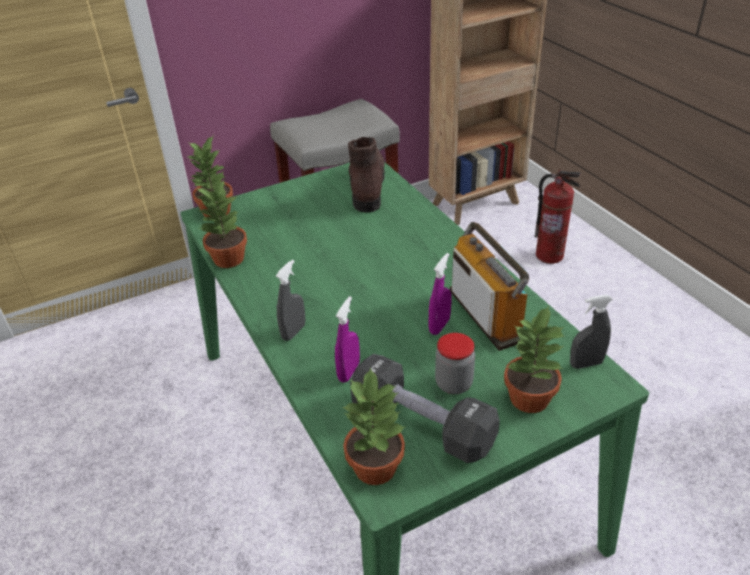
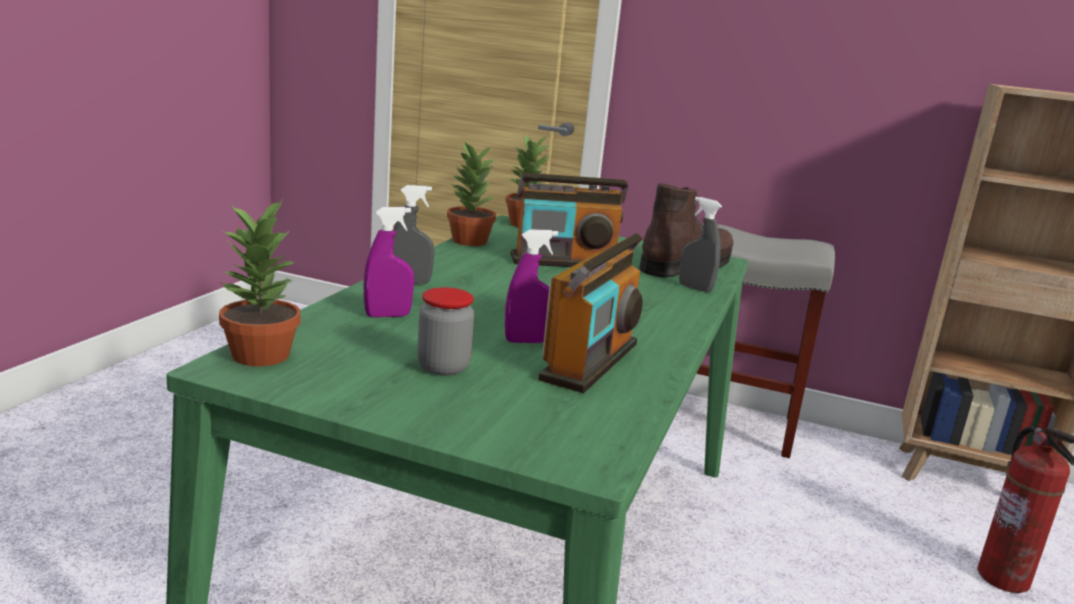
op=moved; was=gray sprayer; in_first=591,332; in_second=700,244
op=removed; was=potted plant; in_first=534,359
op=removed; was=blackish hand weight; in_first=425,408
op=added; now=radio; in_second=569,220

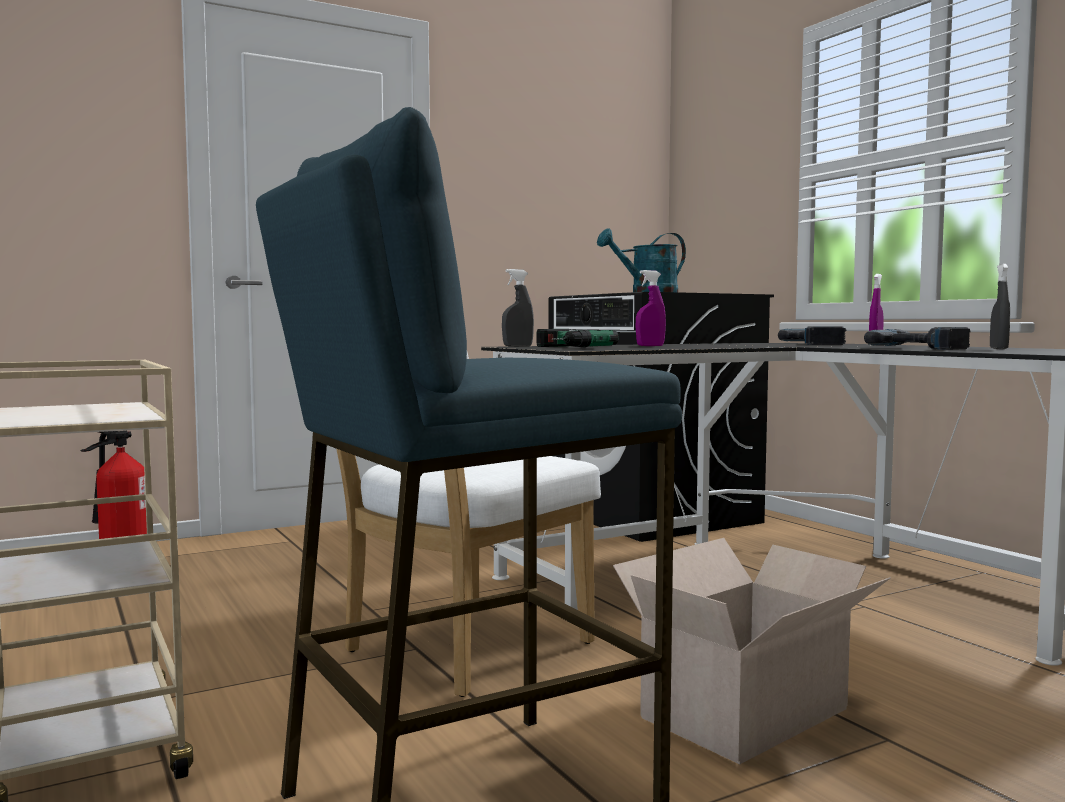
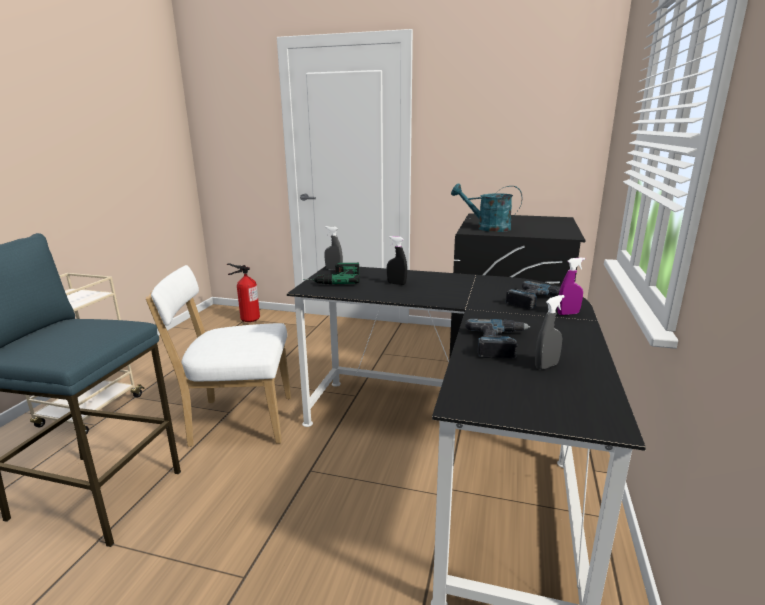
op=recoloured; was=purplish sprayer; now=blackish sprayer; in_first=651,308; in_second=397,260
op=removed; was=packing box; in_first=752,651

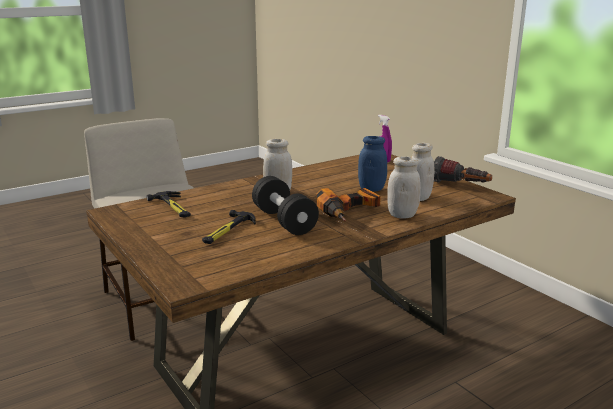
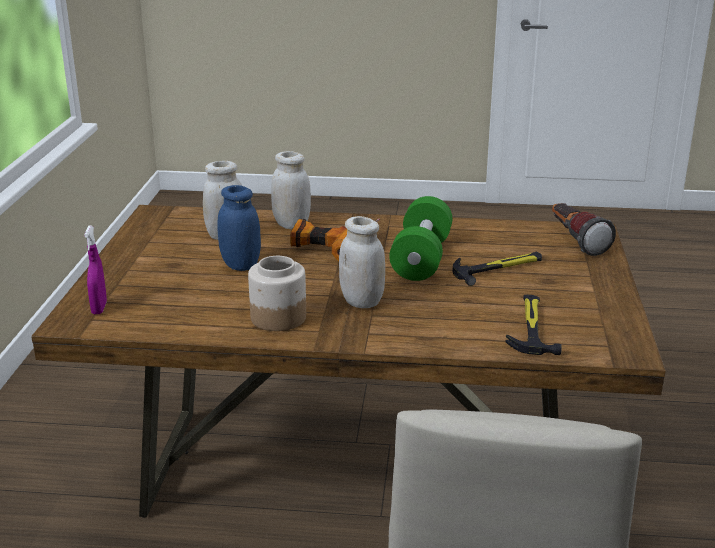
op=moved; was=torch; in_first=463,169; in_second=584,229
op=recoloured; was=blackish hand weight; now=green-coloured hand weight; in_first=285,205; in_second=420,238
op=added; now=jar; in_second=277,293

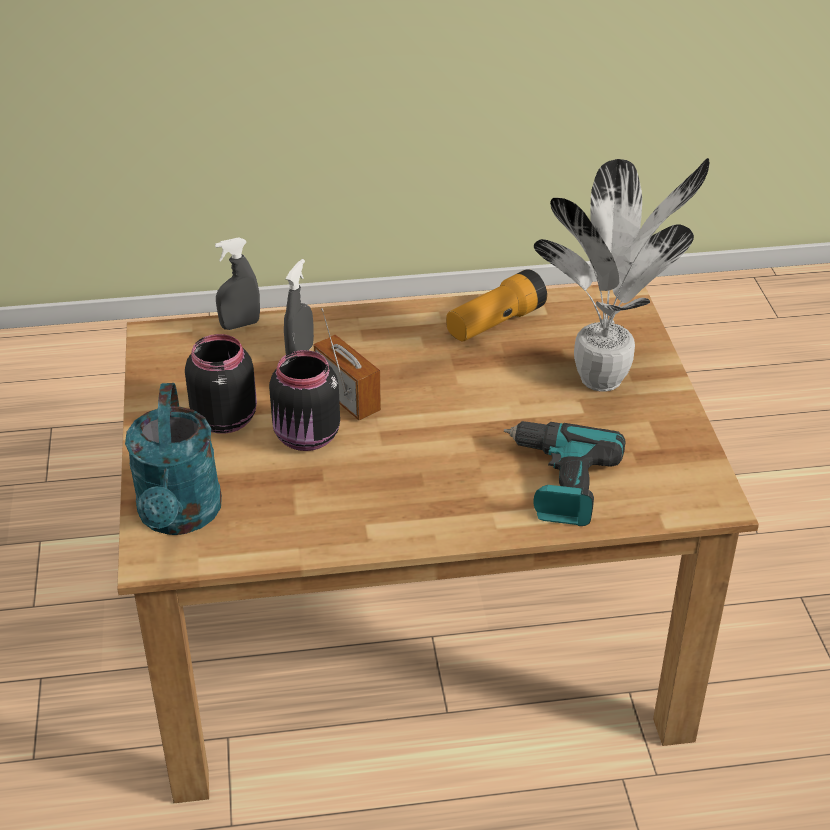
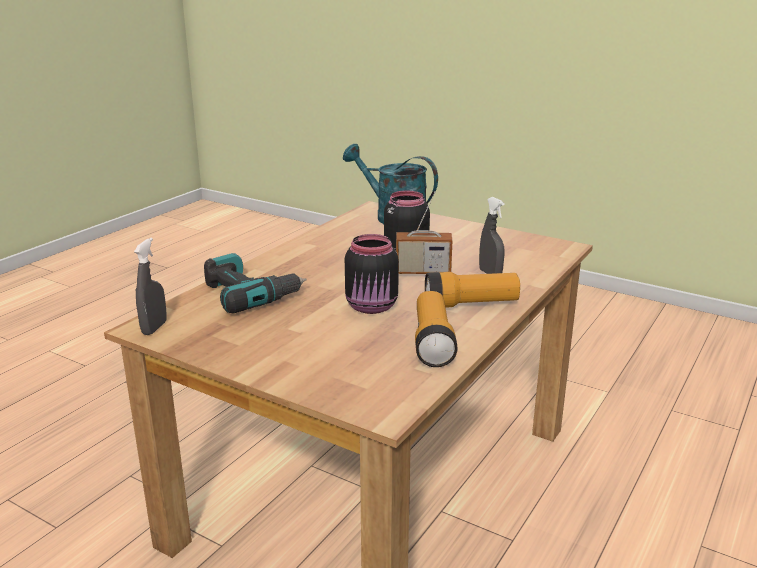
op=removed; was=potted plant; in_first=622,275
op=moved; was=gray sprayer; in_first=237,283; in_second=150,286
op=moved; was=blackish jar; in_first=221,384; in_second=372,274
op=added; now=torch; in_second=472,290

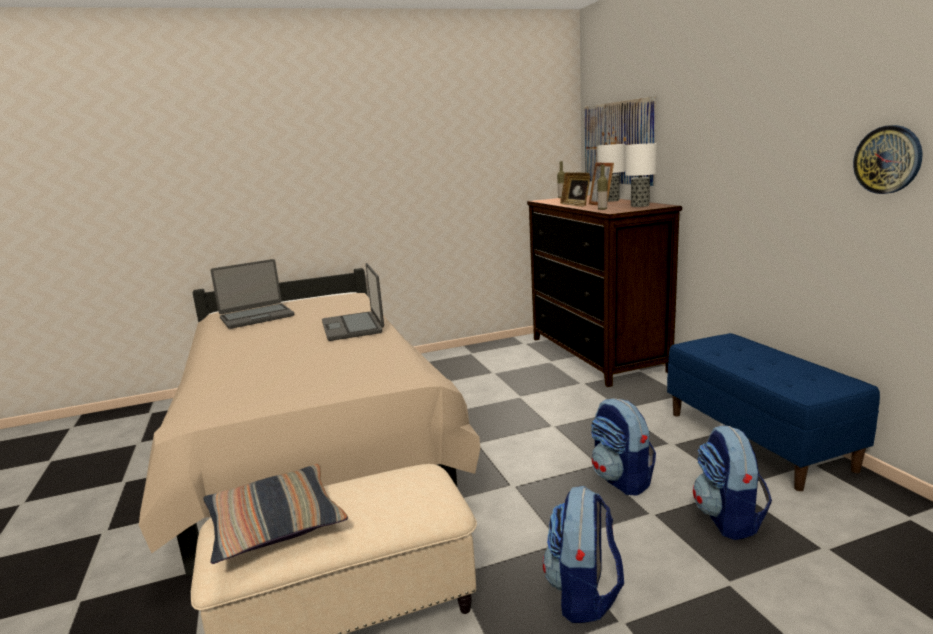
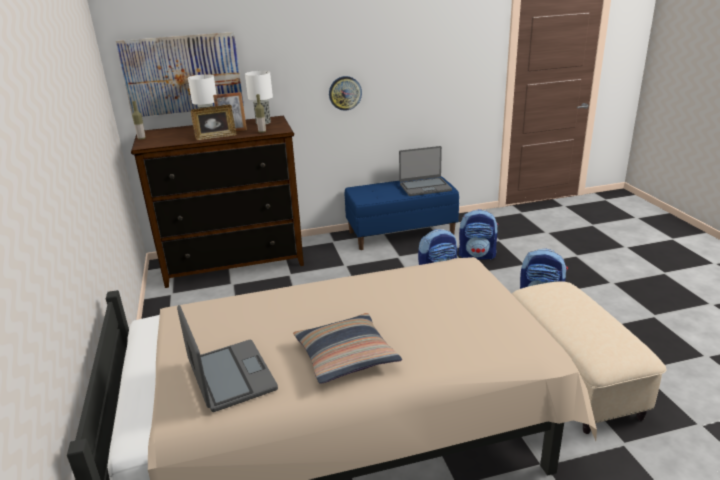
op=moved; was=hanging clock; in_first=888,159; in_second=345,93
op=moved; was=portable computer; in_first=353,302; in_second=425,171
op=moved; was=cushion; in_first=275,514; in_second=347,348

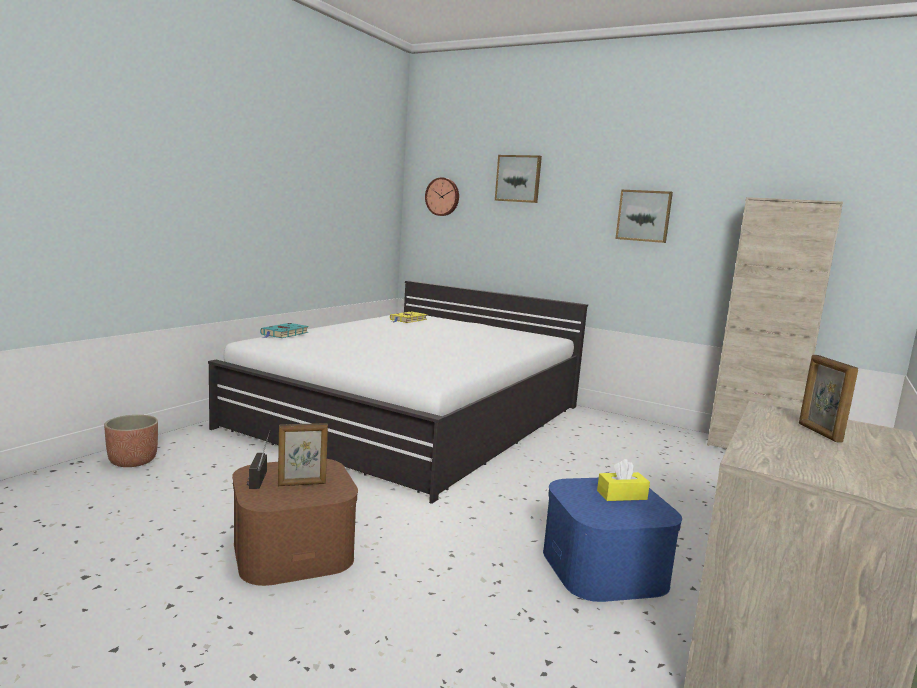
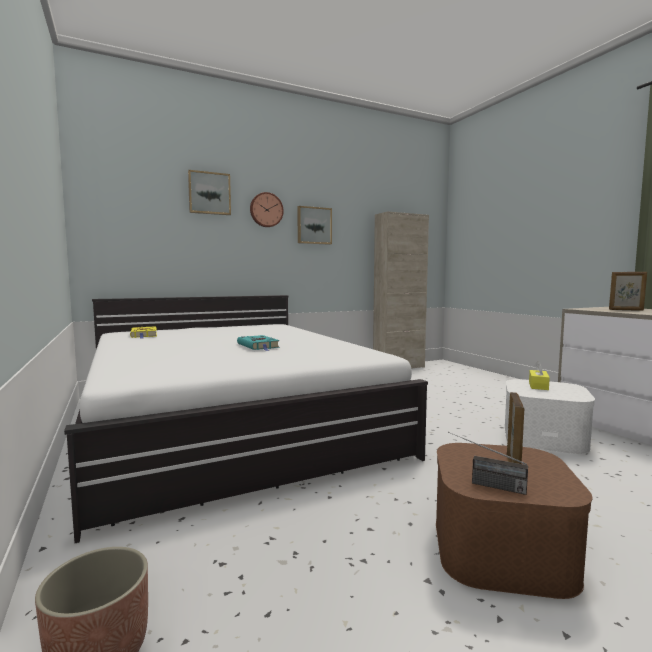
op=moved; was=hanging clock; in_first=442,196; in_second=267,209
op=moved; was=turquoise-coloured book; in_first=284,330; in_second=258,343
op=recoloured; was=bluish storage bin; now=whitish storage bin; in_first=612,540; in_second=550,416

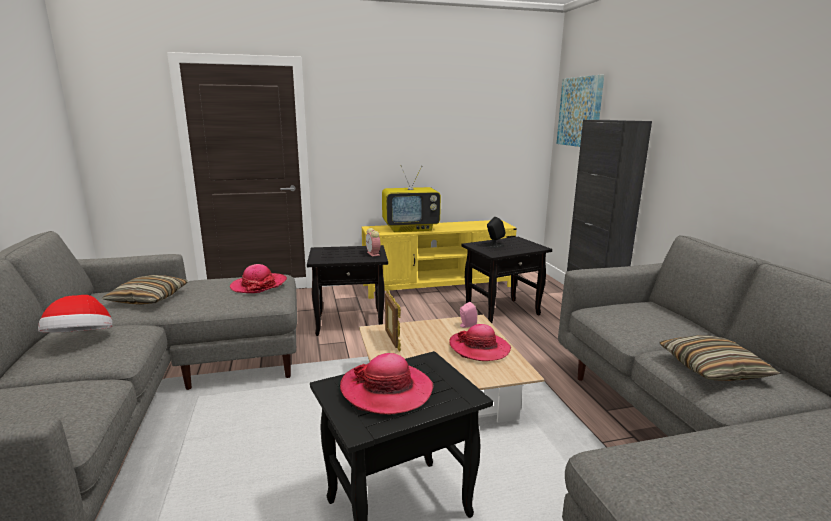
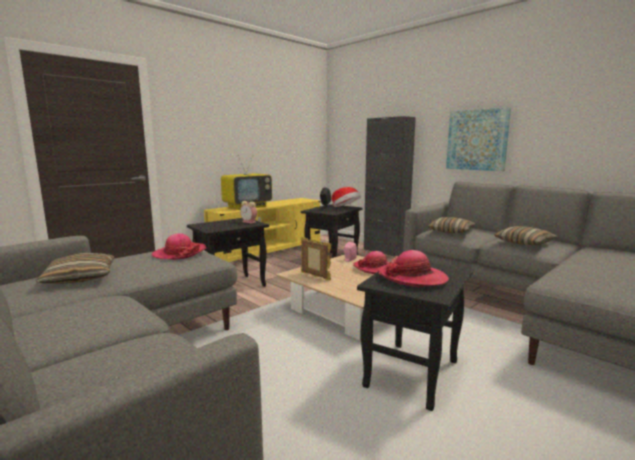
op=moved; was=wall art; in_first=580,111; in_second=478,139
op=moved; was=hat; in_first=75,314; in_second=346,197
op=added; now=cushion; in_second=451,225

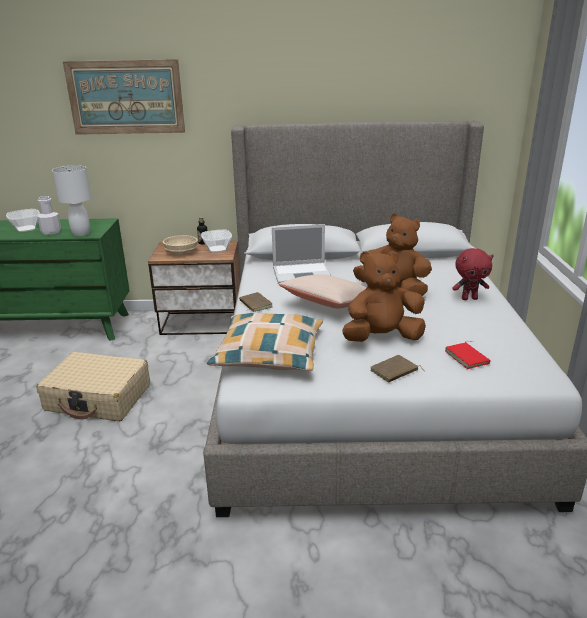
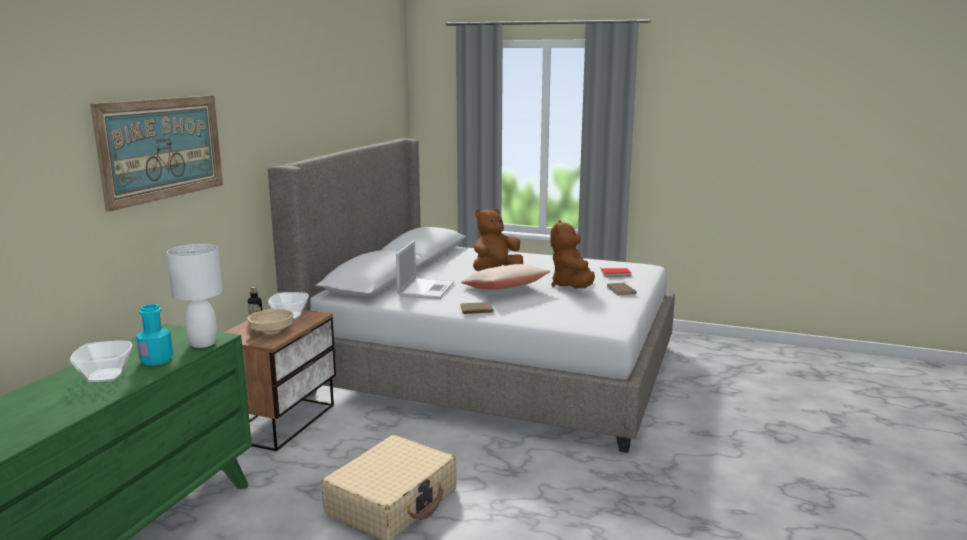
op=recoloured; was=whitish bottle; now=turquoise-coloured bottle; in_first=49,215; in_second=154,335
op=removed; was=reddish plush toy; in_first=473,274
op=removed; was=cushion; in_first=265,342

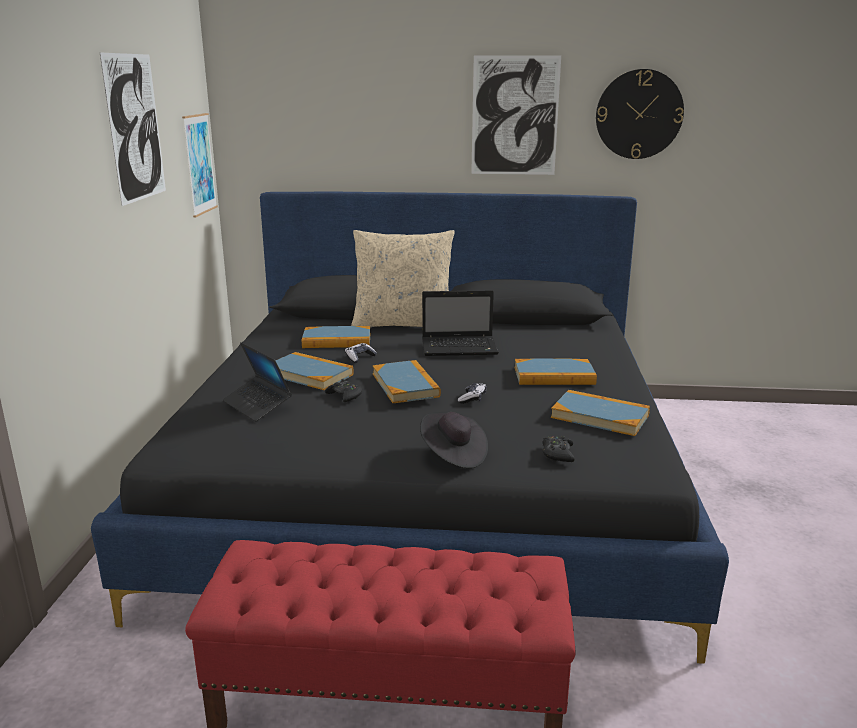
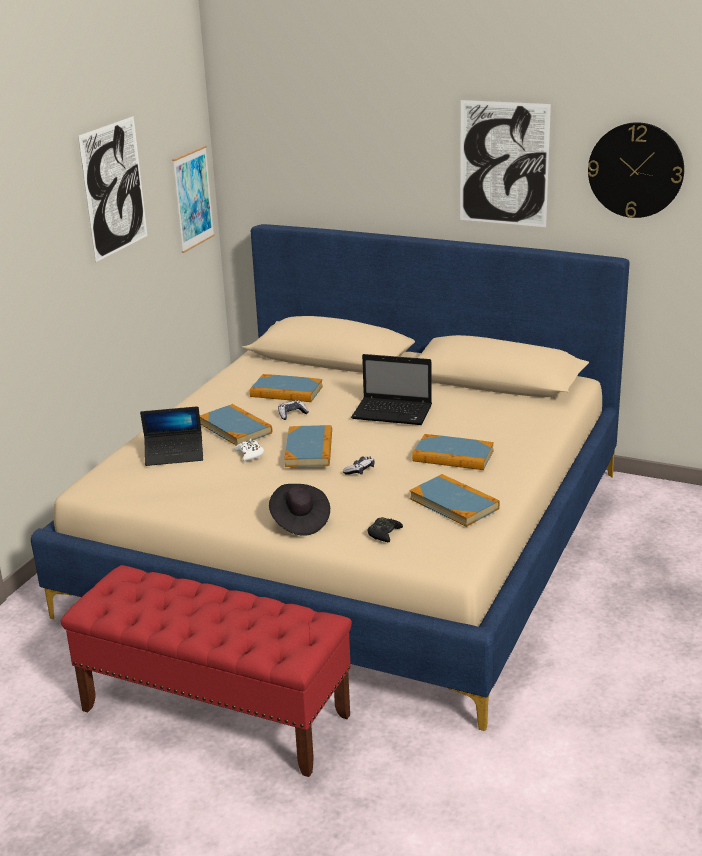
op=recoloured; was=blackish bed; now=beige bed; in_first=410,428; in_second=330,477
op=removed; was=beige cushion; in_first=403,278
op=turned; was=portable computer; in_first=257,382; in_second=171,436; clockwise=-75
op=recoloured; was=blackish gamepad; now=whitish gamepad; in_first=343,390; in_second=249,450

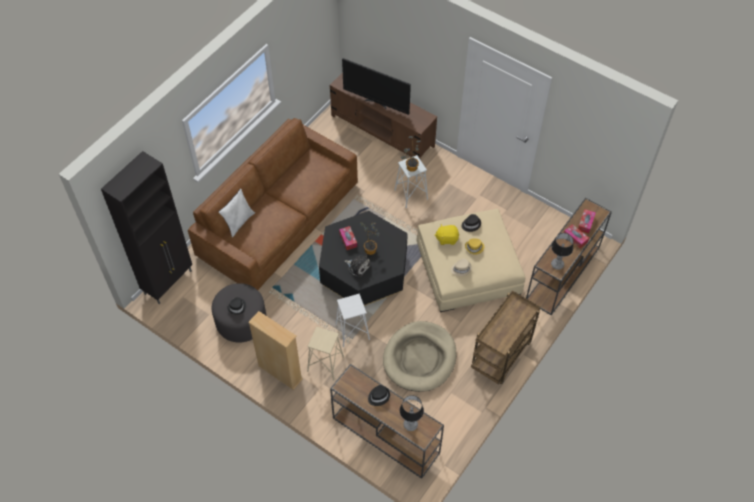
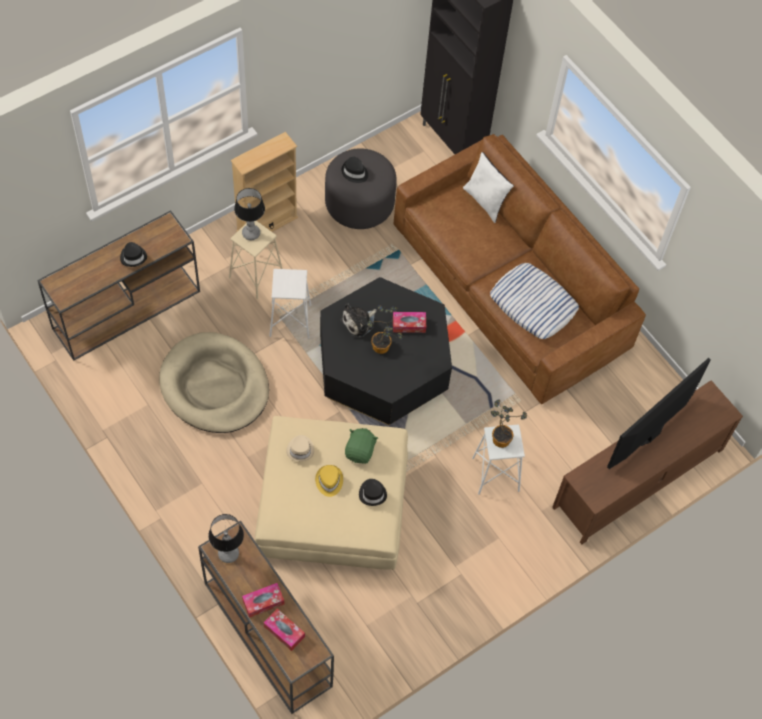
op=recoloured; was=yellow-coloured plush toy; now=green-coloured plush toy; in_first=447,234; in_second=361,446
op=removed; was=brown cart; in_first=506,337
op=moved; was=tabletop lamp; in_first=412,413; in_second=249,214
op=added; now=cushion; in_second=534,301

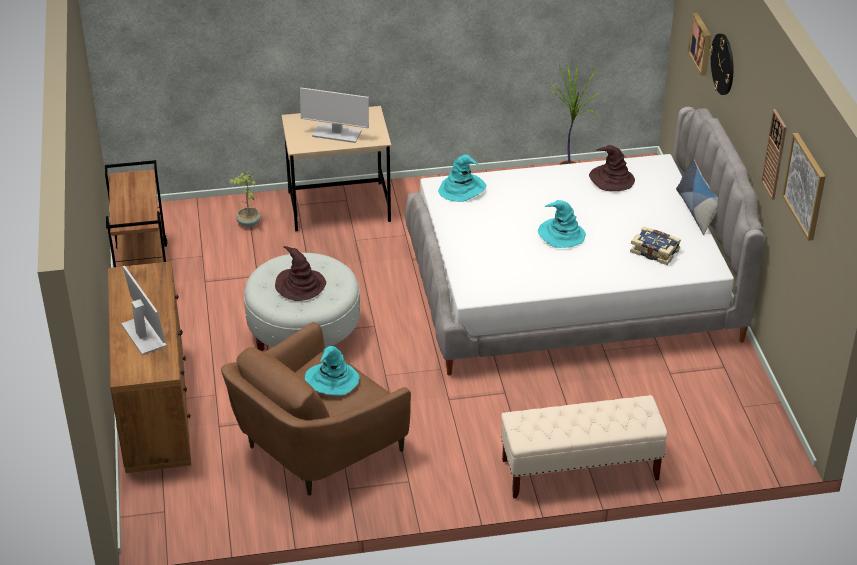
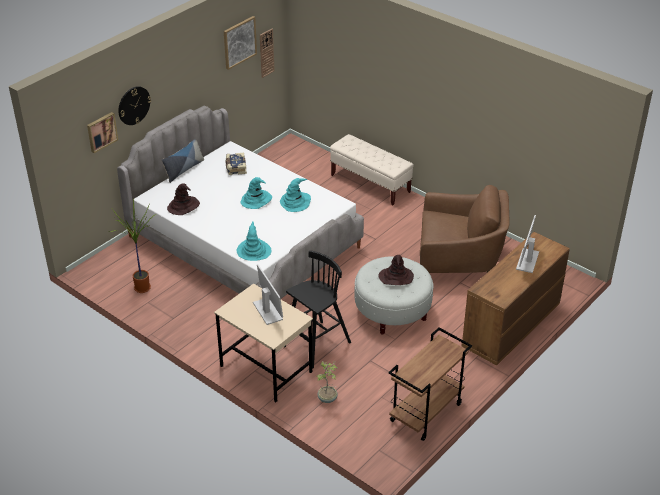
op=moved; was=hanging clock; in_first=774,154; in_second=267,53
op=moved; was=turquoise-coloured hat; in_first=332,371; in_second=295,195
op=added; now=blackish stool seat; in_second=317,309

